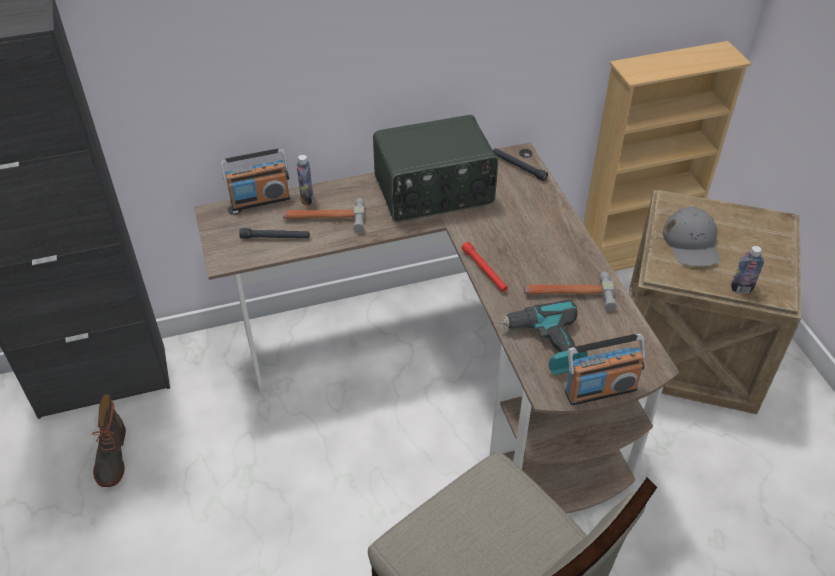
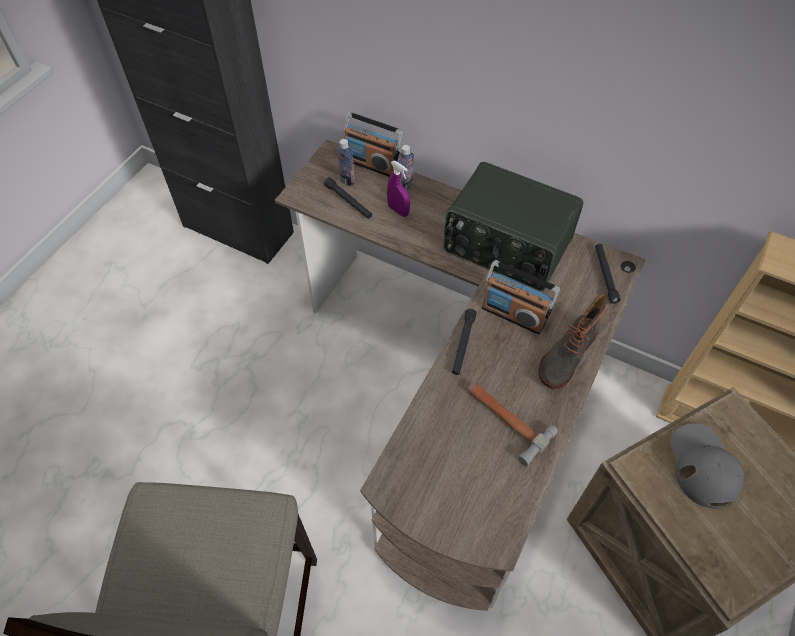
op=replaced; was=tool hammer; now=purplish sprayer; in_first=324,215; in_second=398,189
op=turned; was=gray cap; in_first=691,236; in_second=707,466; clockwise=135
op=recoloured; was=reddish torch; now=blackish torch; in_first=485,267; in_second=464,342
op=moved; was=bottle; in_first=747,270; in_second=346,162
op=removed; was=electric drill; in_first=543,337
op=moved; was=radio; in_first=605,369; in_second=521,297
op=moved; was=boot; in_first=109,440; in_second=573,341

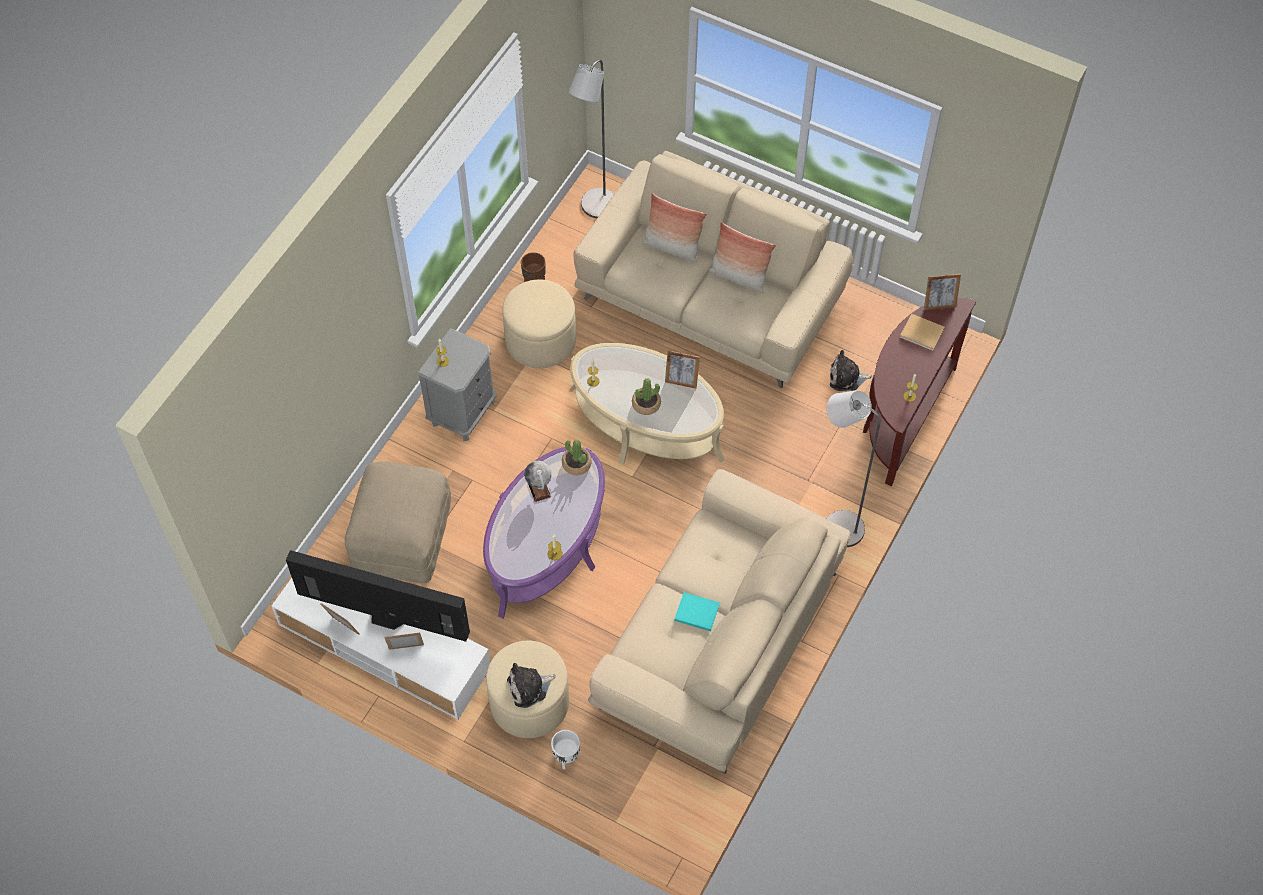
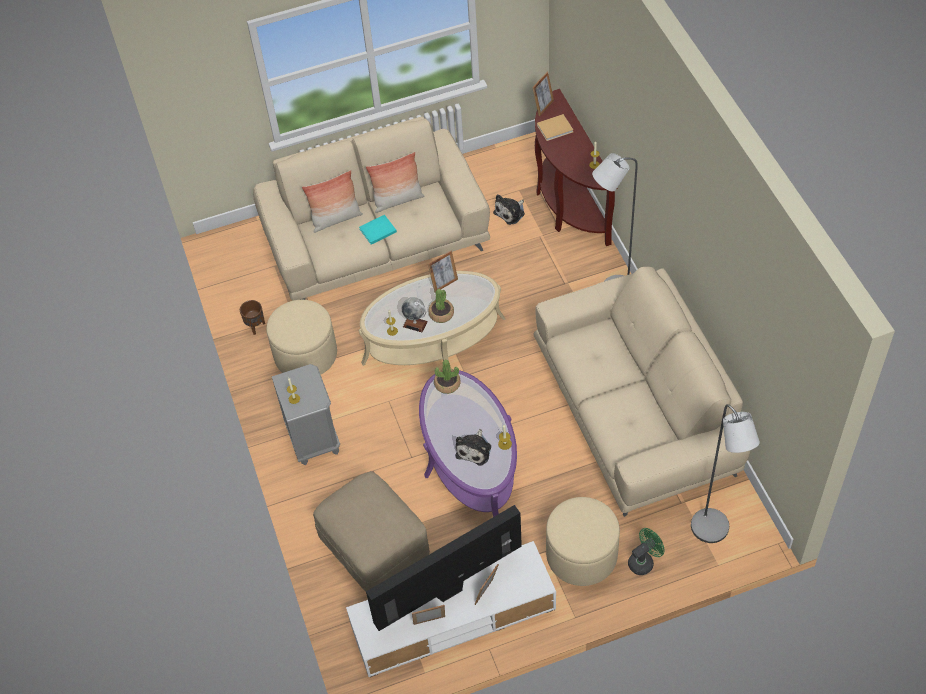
op=moved; was=gray floor lamp; in_first=591,138; in_second=725,473
op=moved; was=world globe; in_first=538,481; in_second=415,314
op=moved; was=turquoise-coloured book; in_first=697,611; in_second=378,230
op=moved; was=plush toy; in_first=531,685; in_second=473,447
op=replaced; was=whitish flower pot; now=green-coloured fan; in_first=565,749; in_second=646,551

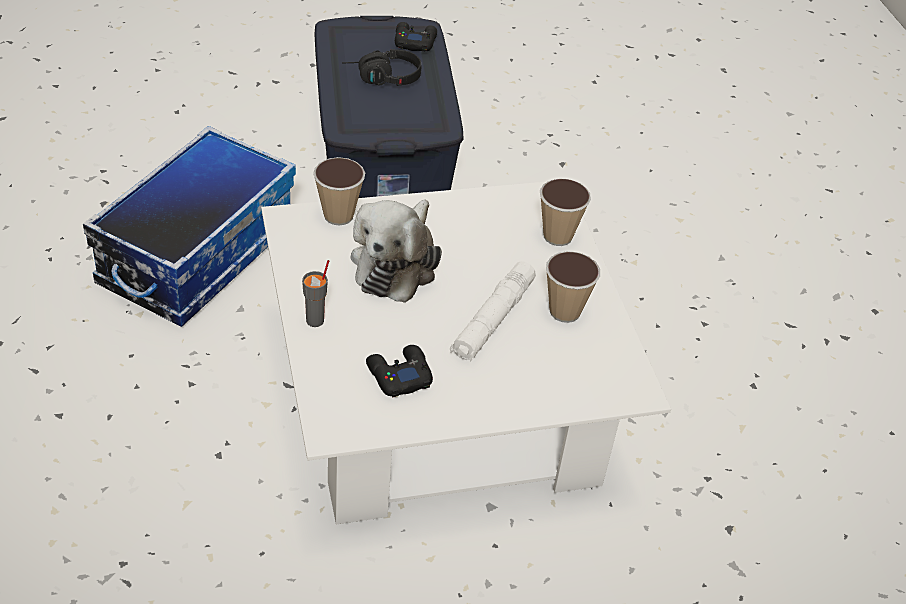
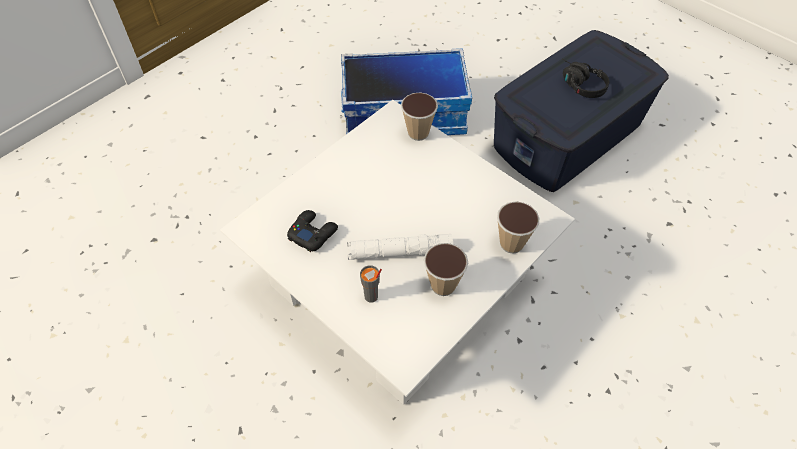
op=removed; was=blackish gamepad; in_first=416,36
op=removed; was=plush toy; in_first=396,251
op=moved; was=gray cup; in_first=315,293; in_second=371,284

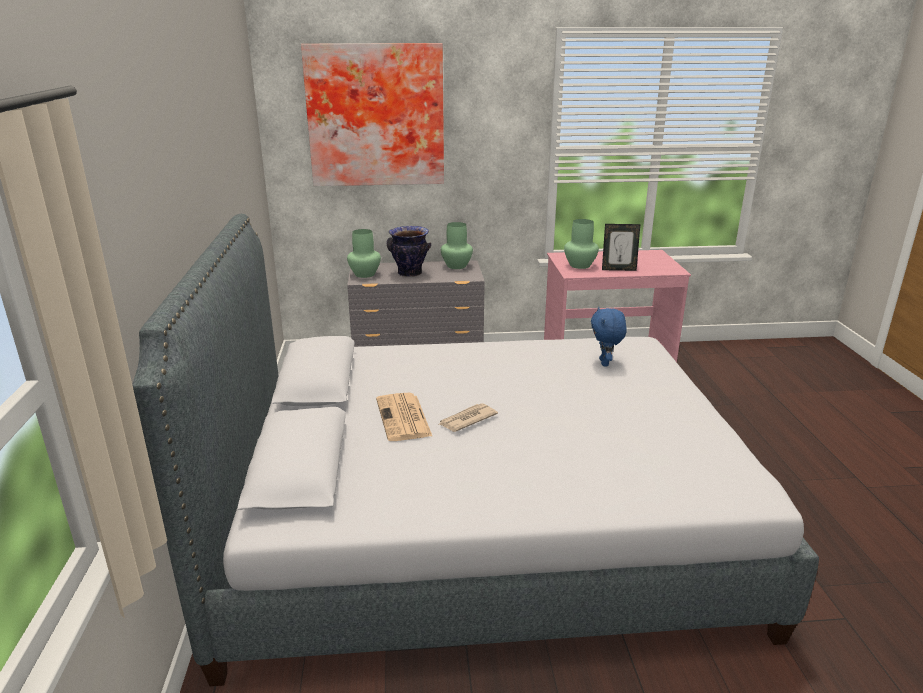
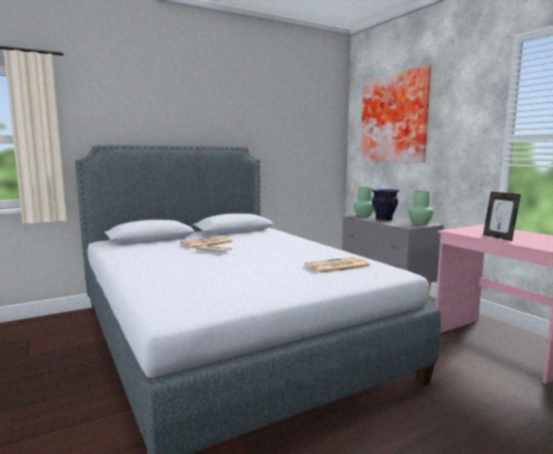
op=removed; was=green-coloured decorative vase; in_first=581,244
op=replaced; was=bluish plush toy; now=printed paper; in_first=609,336; in_second=338,265

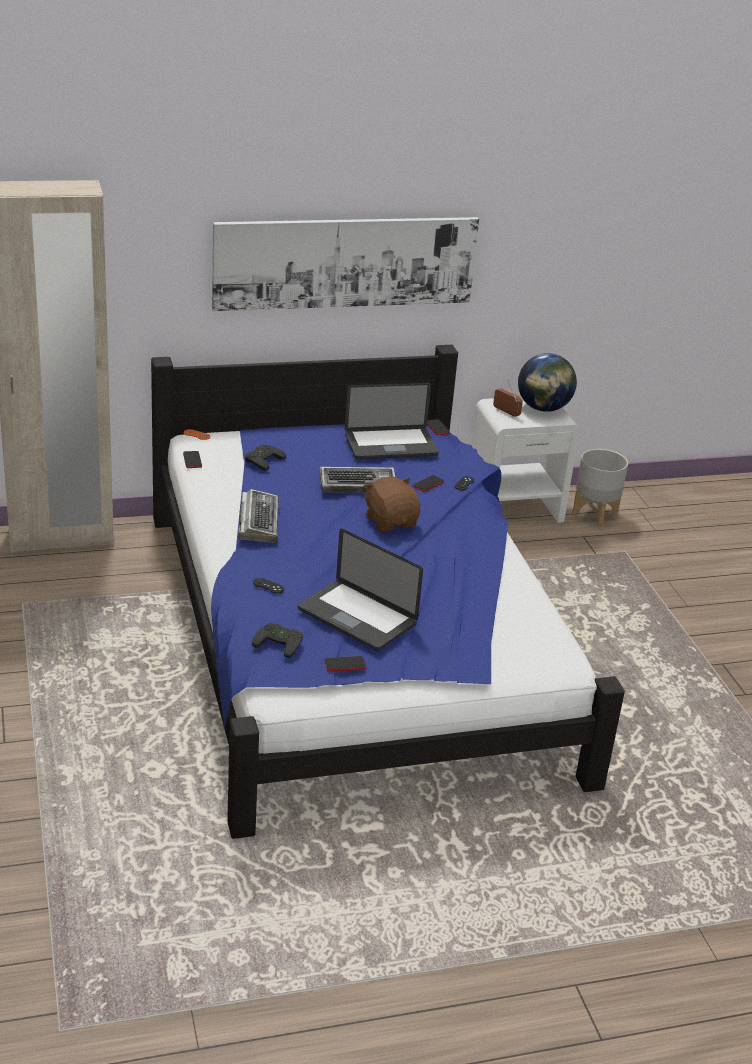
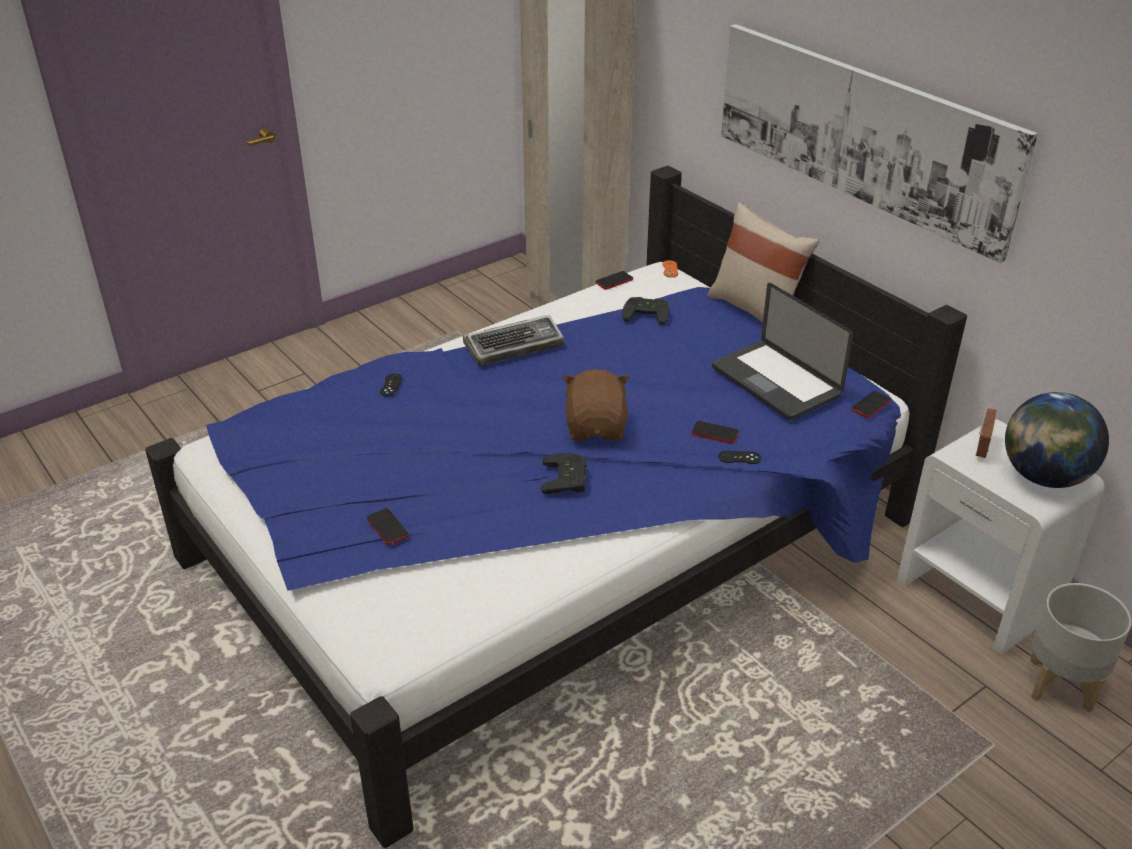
op=removed; was=keyboard; in_first=357,480
op=turned; was=brown plush toy; in_first=391,504; in_second=596,405; clockwise=-45
op=removed; was=portable computer; in_first=360,590
op=moved; was=blackish gamepad; in_first=277,640; in_second=564,473
op=moved; was=phone; in_first=345,664; in_second=388,526
op=added; now=beige cushion; in_second=763,262

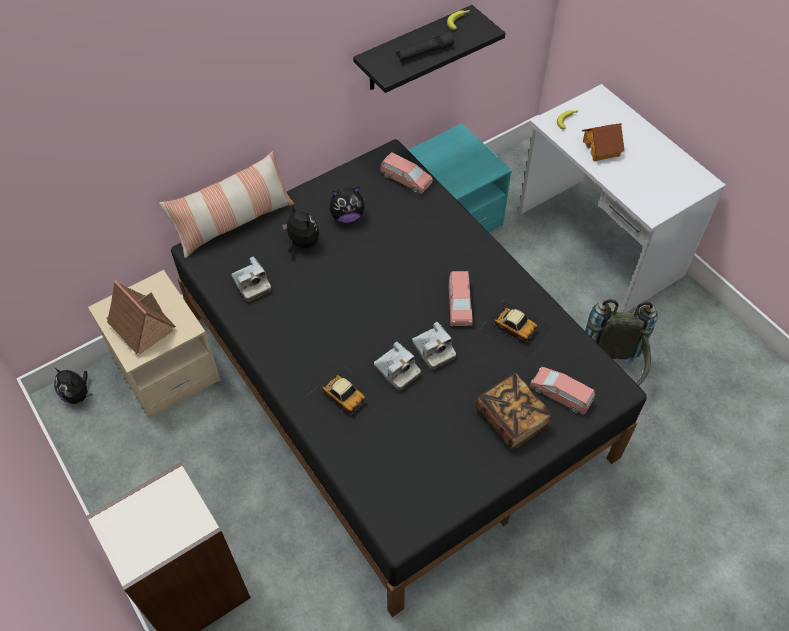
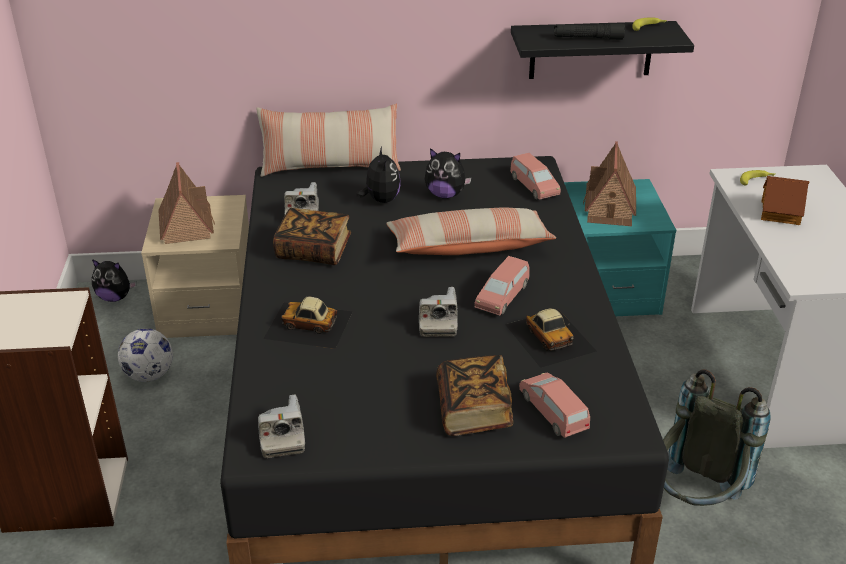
op=moved; was=photo camera; in_first=397,366; in_second=281,426
op=turned; was=model car; in_first=345,399; in_second=308,323; clockwise=120
op=turned; was=plush toy; in_first=73,386; in_second=114,280; clockwise=-60
op=added; now=toy house; in_second=609,183
op=added; now=book; in_second=312,236
op=added; now=cushion; in_second=471,231
op=added; now=football; in_second=145,355

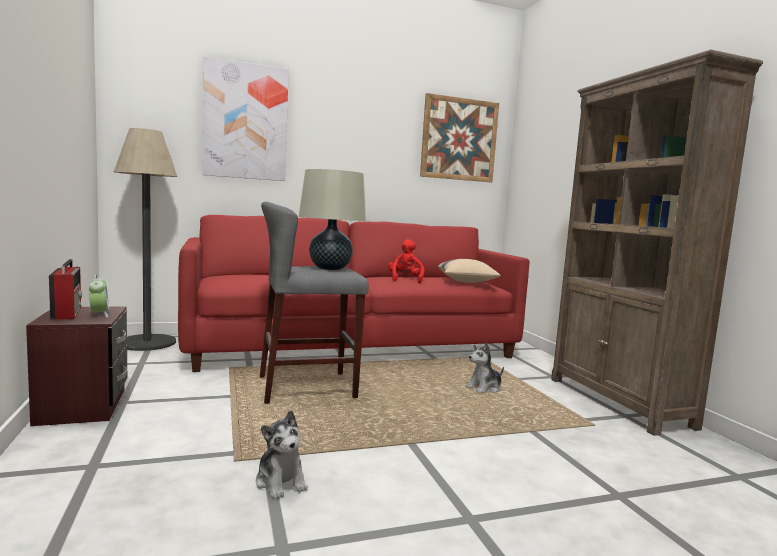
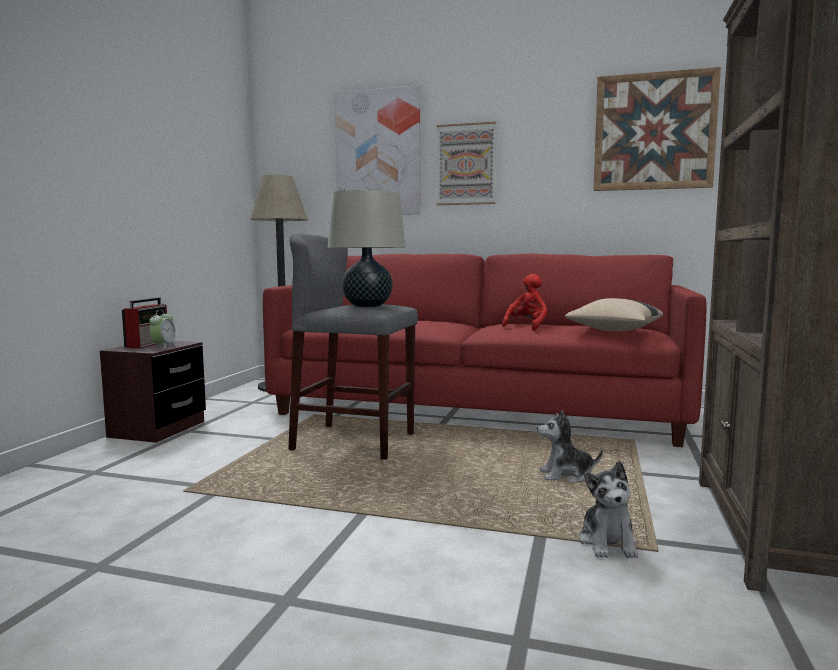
op=moved; was=plush toy; in_first=282,454; in_second=608,509
op=added; now=wall art; in_second=467,163

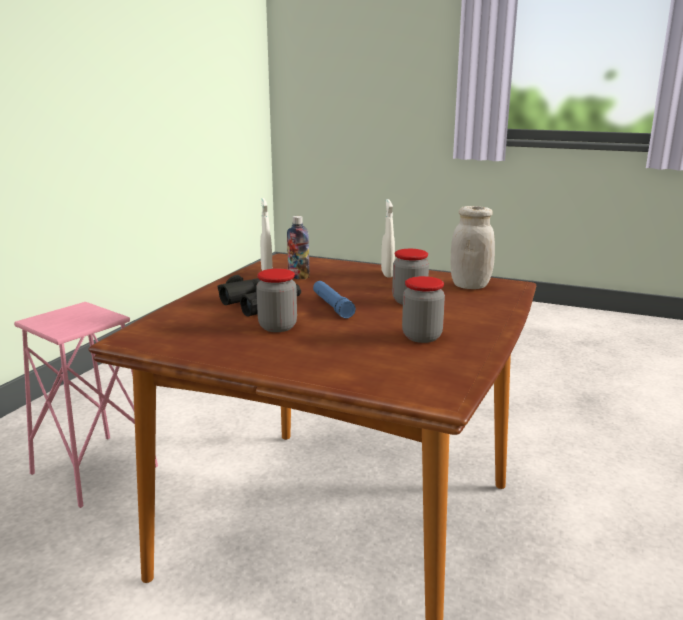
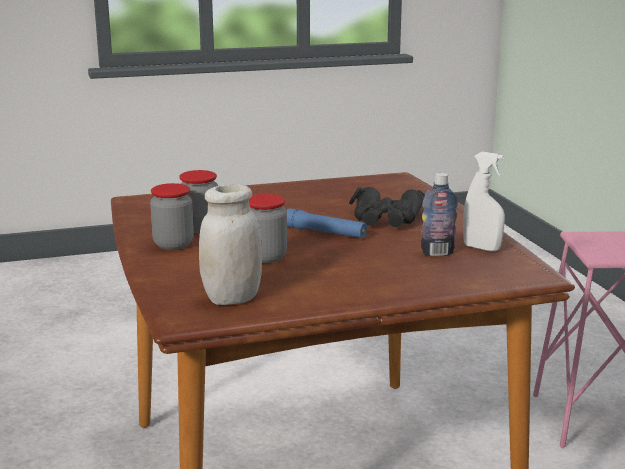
op=removed; was=whitish sprayer; in_first=388,238
op=moved; was=jar; in_first=276,300; in_second=172,216

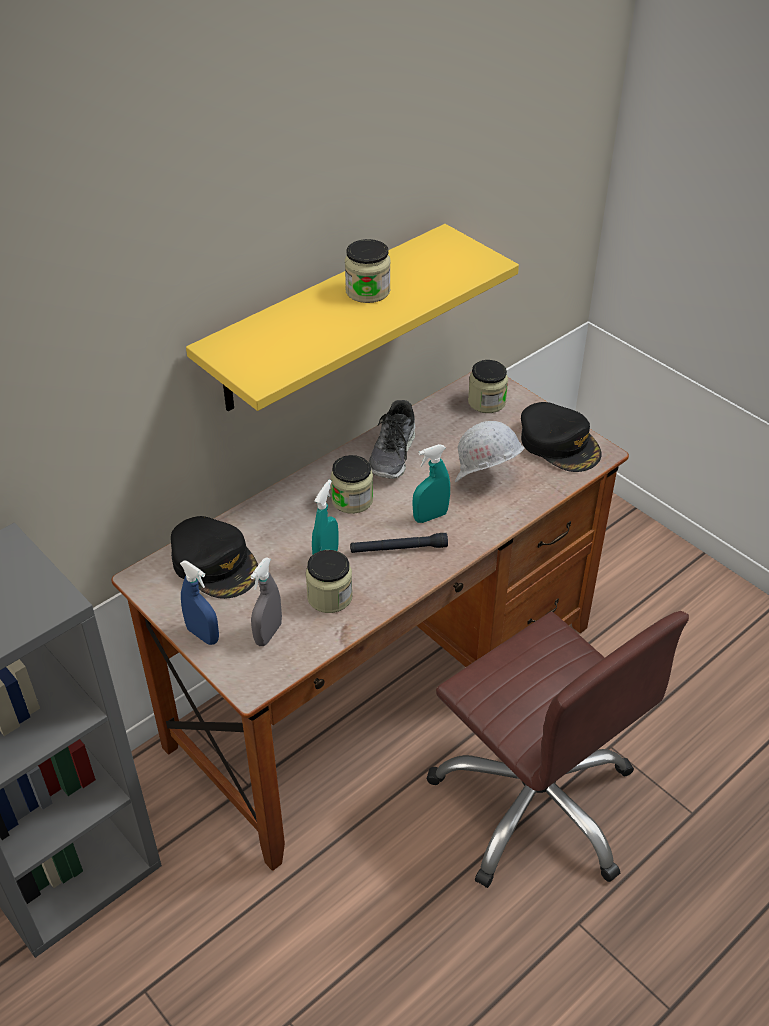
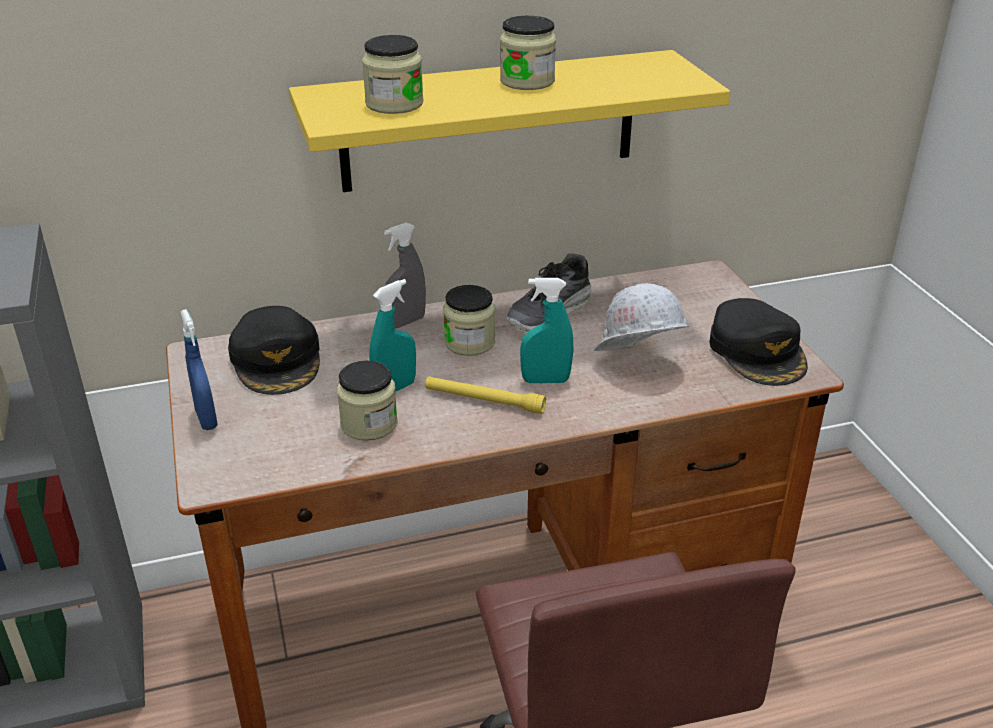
op=moved; was=jar; in_first=488,386; in_second=392,74
op=recoloured; was=blackish torch; now=yellow-coloured torch; in_first=399,543; in_second=485,395
op=moved; was=gray sprayer; in_first=266,601; in_second=405,275

